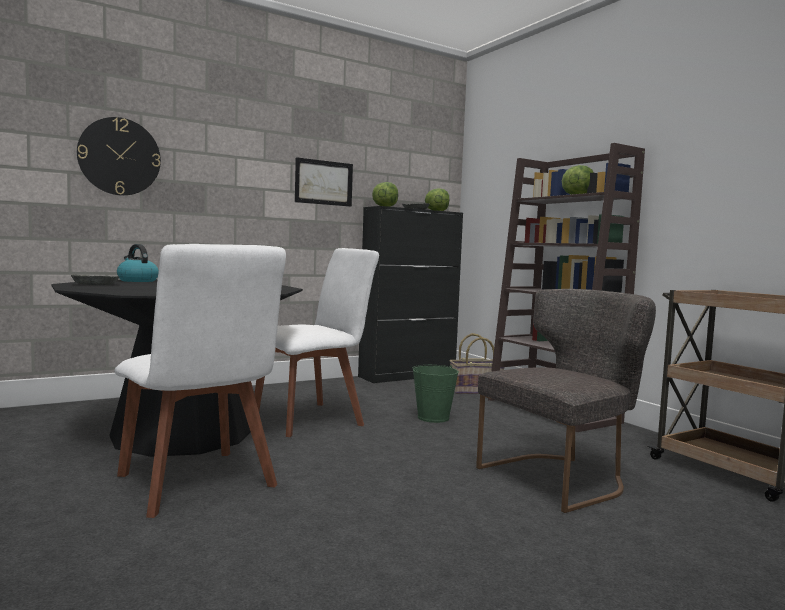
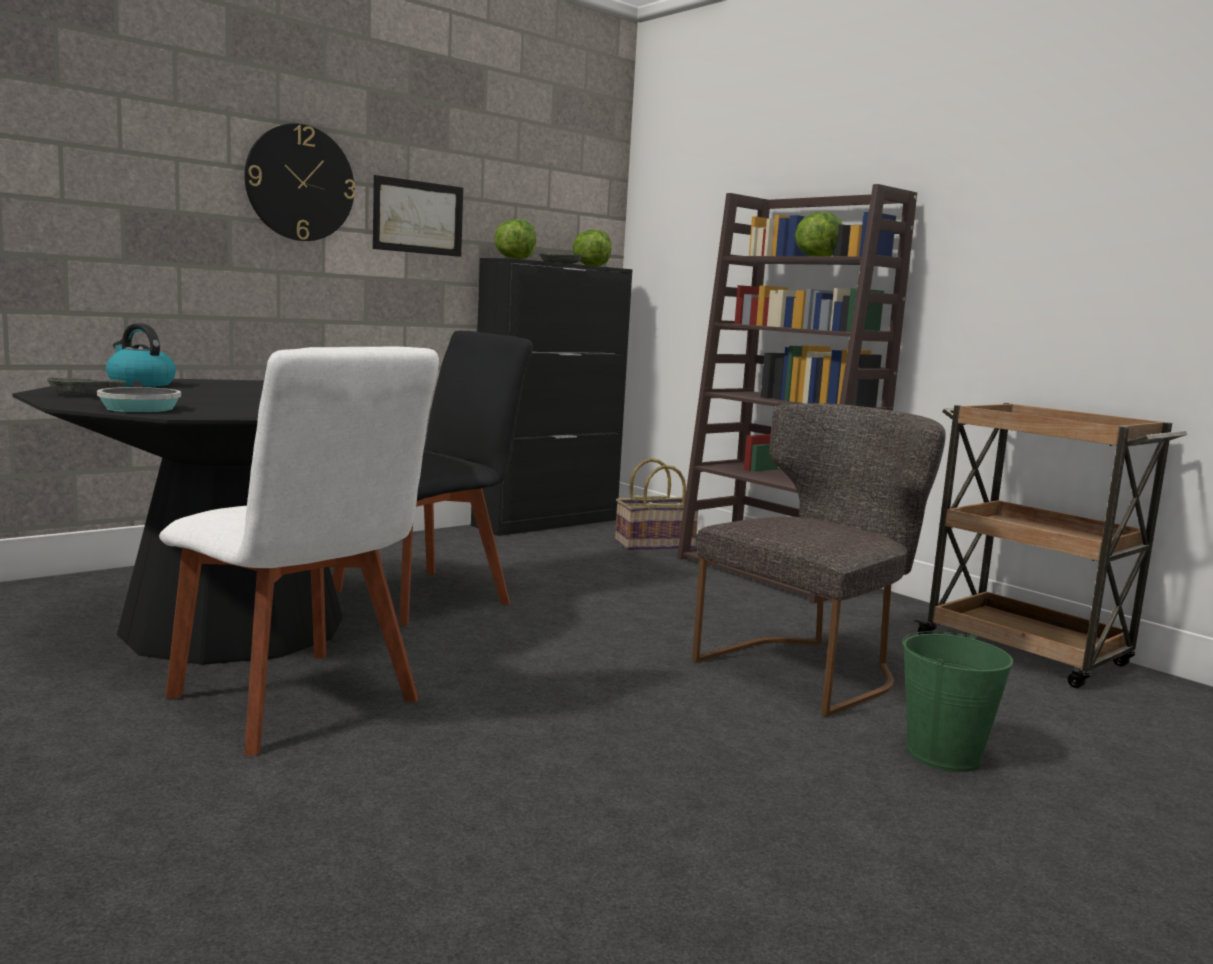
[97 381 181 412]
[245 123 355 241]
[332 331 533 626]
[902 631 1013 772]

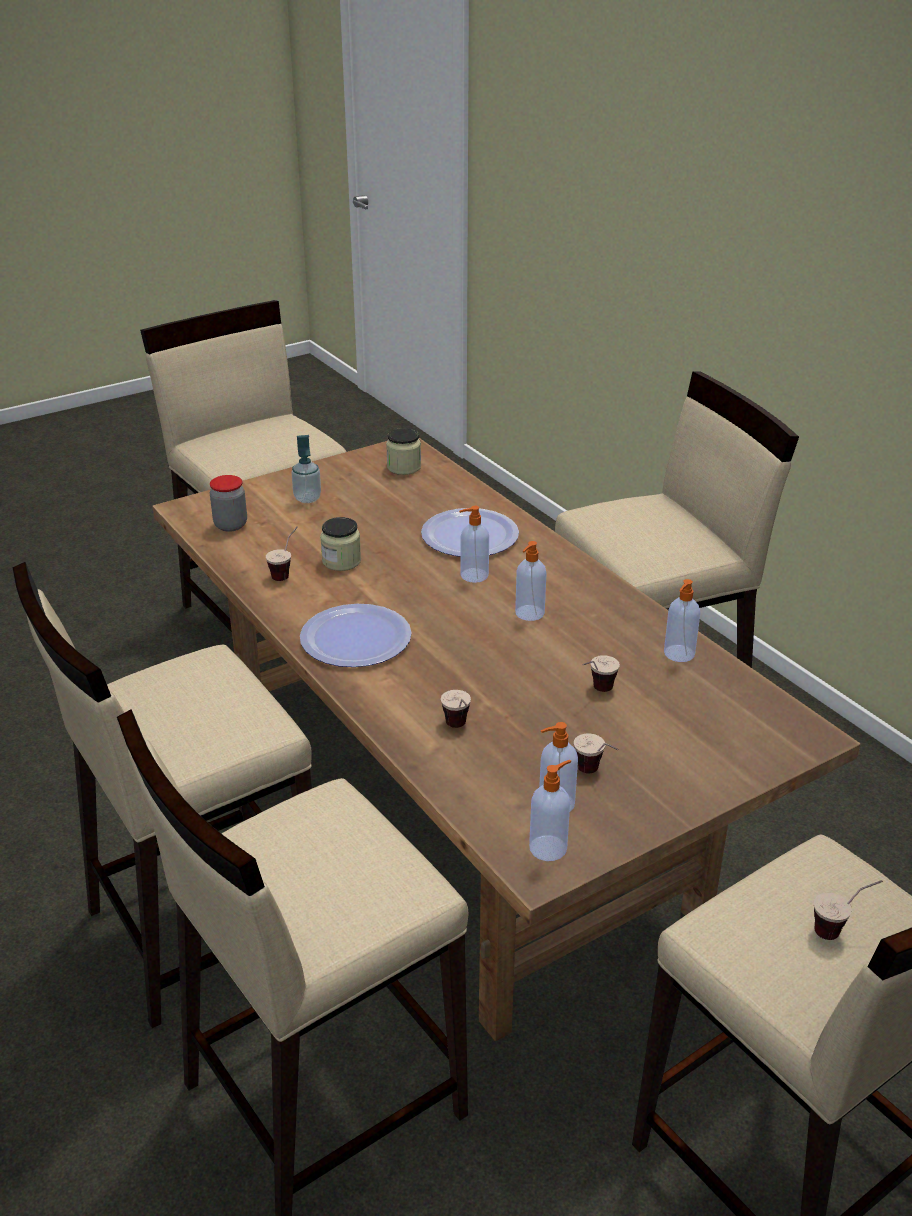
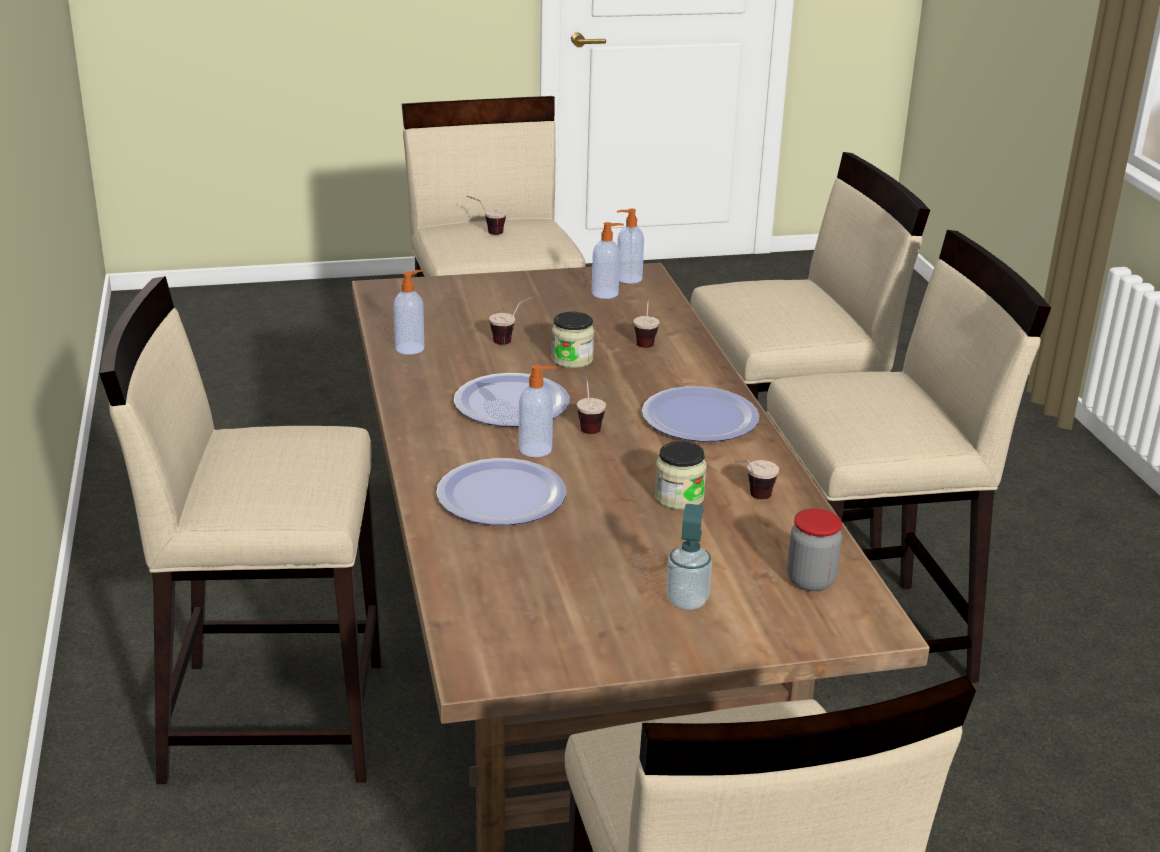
[454 373 570 427]
[551 312 594 368]
[577 369 606 434]

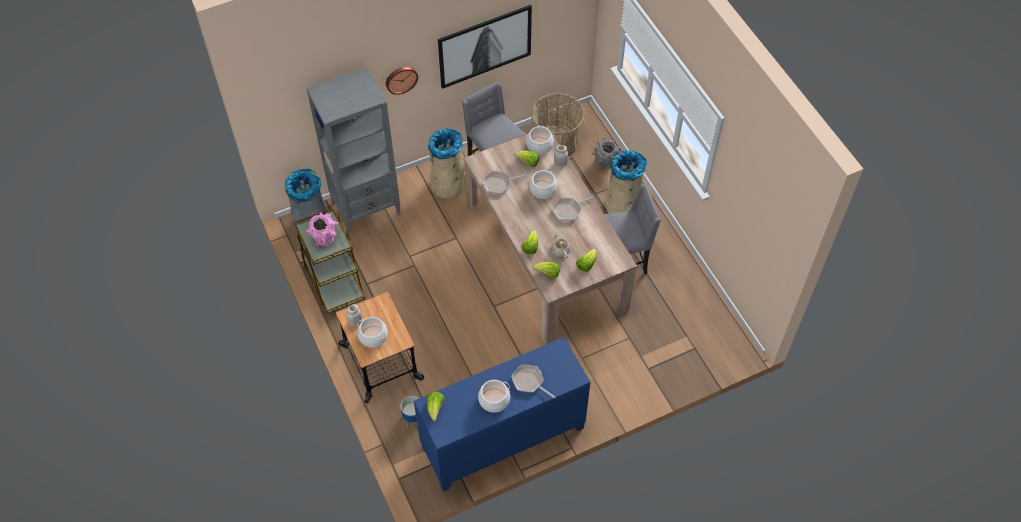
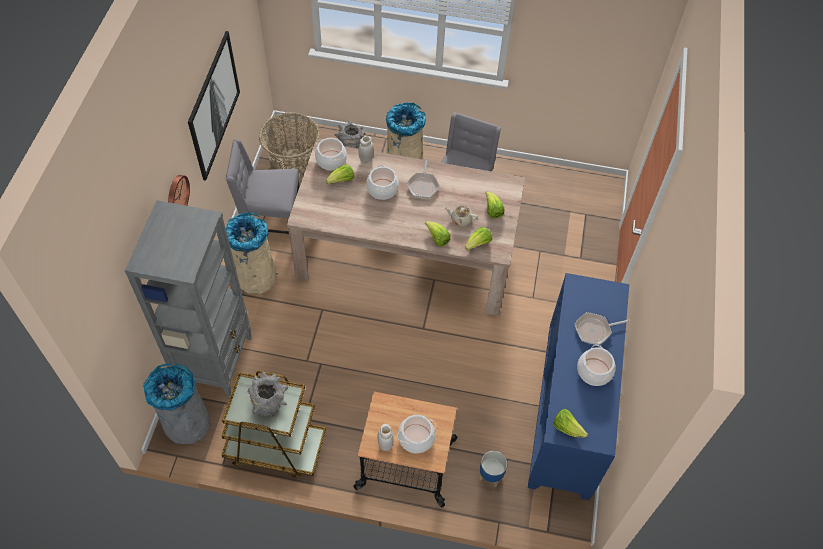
[247 372 288 417]
[483 171 526 194] (first image)

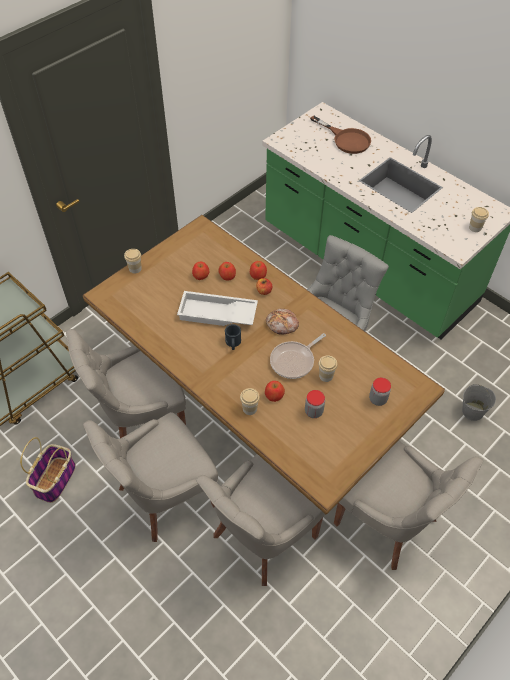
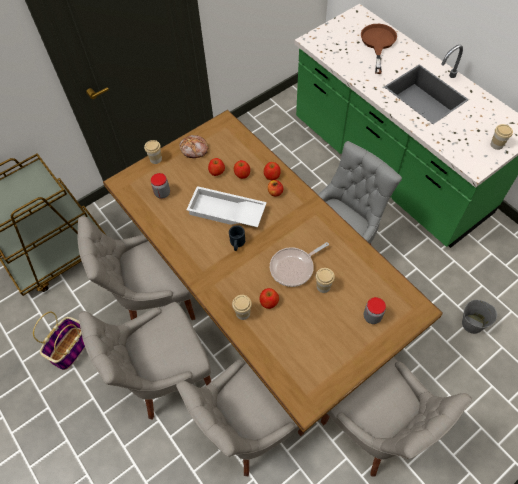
[151 173 170 199]
[179 135 208 158]
[361 24 397 74]

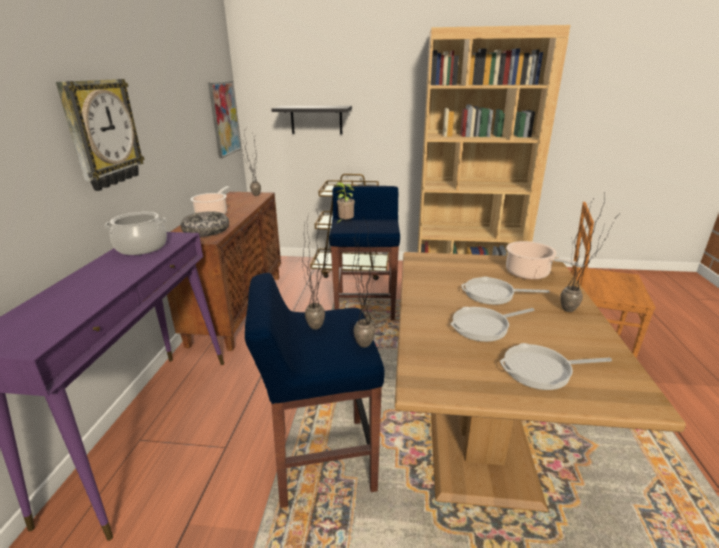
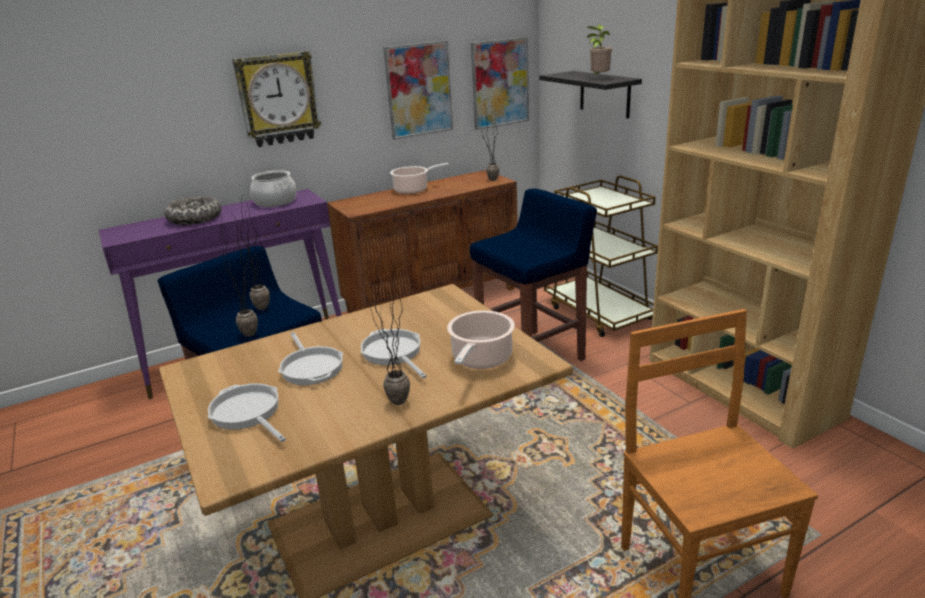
[164 196 221 225]
[278 332 343 385]
[383 41 453 140]
[587 25 612 74]

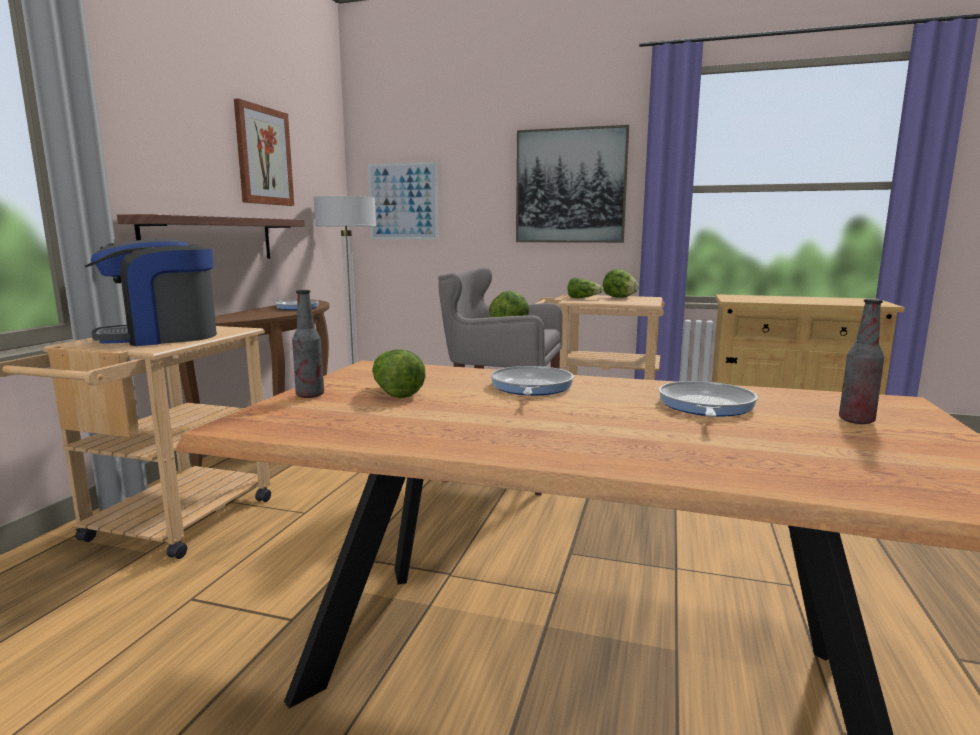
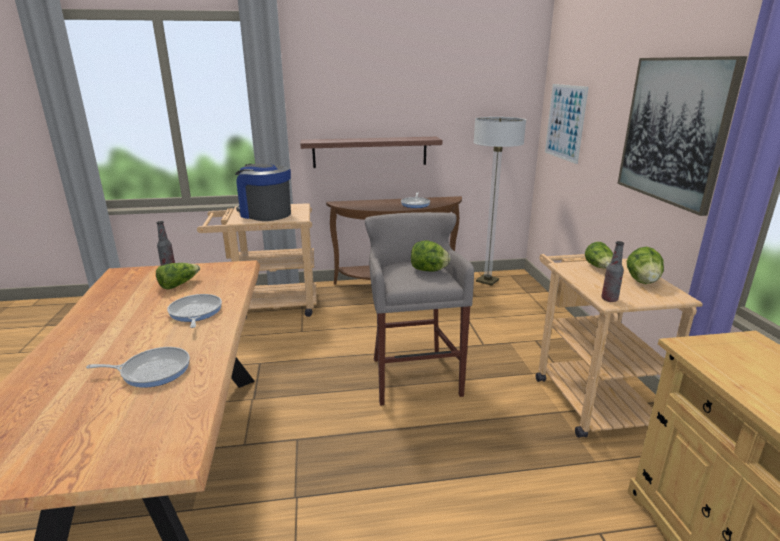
[167 294 222 328]
[601 241 624 302]
[234 99 294 206] (first image)

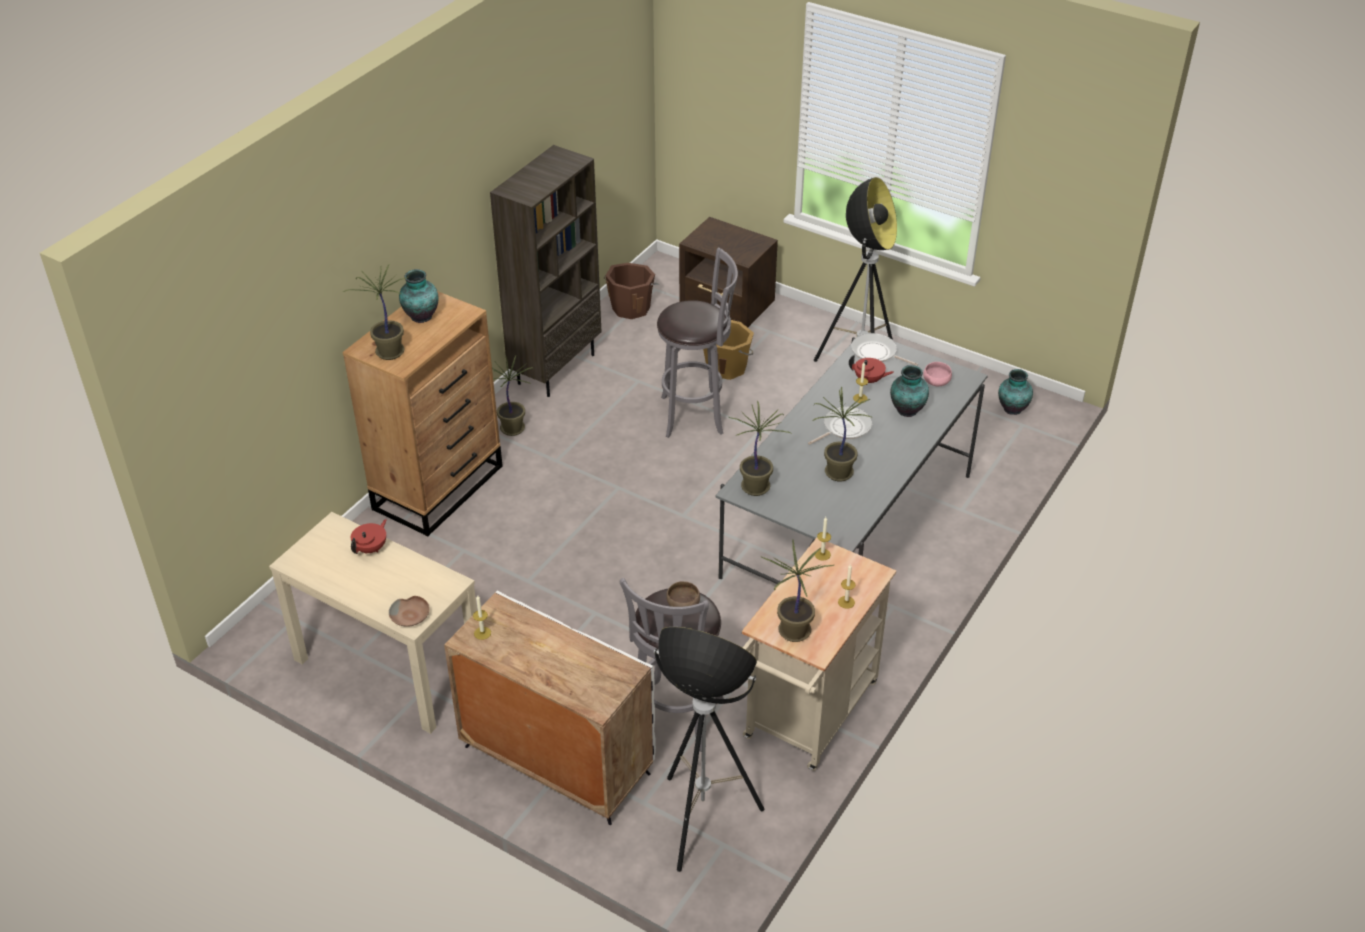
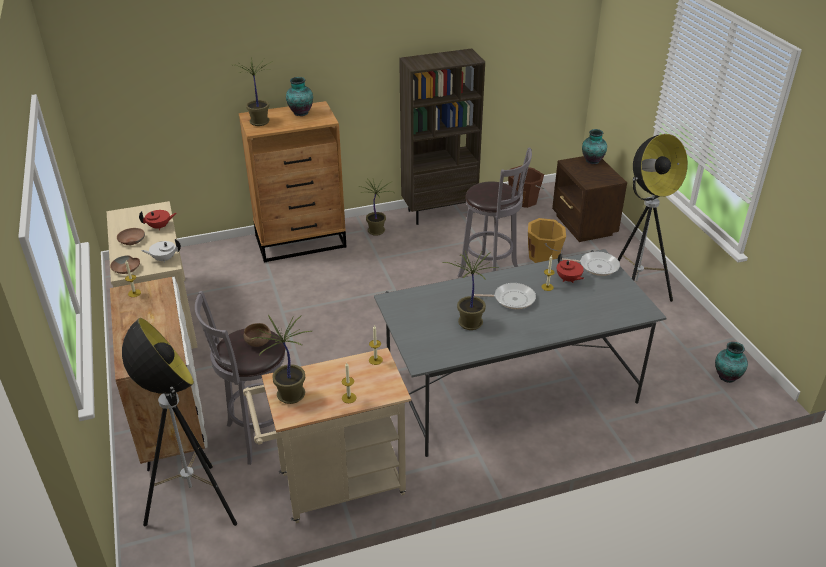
[117 228 145 245]
[141 239 181 263]
[562 251 620 276]
[582 129 607 164]
[729 401 791 496] (first image)
[923 362 952 386] (first image)

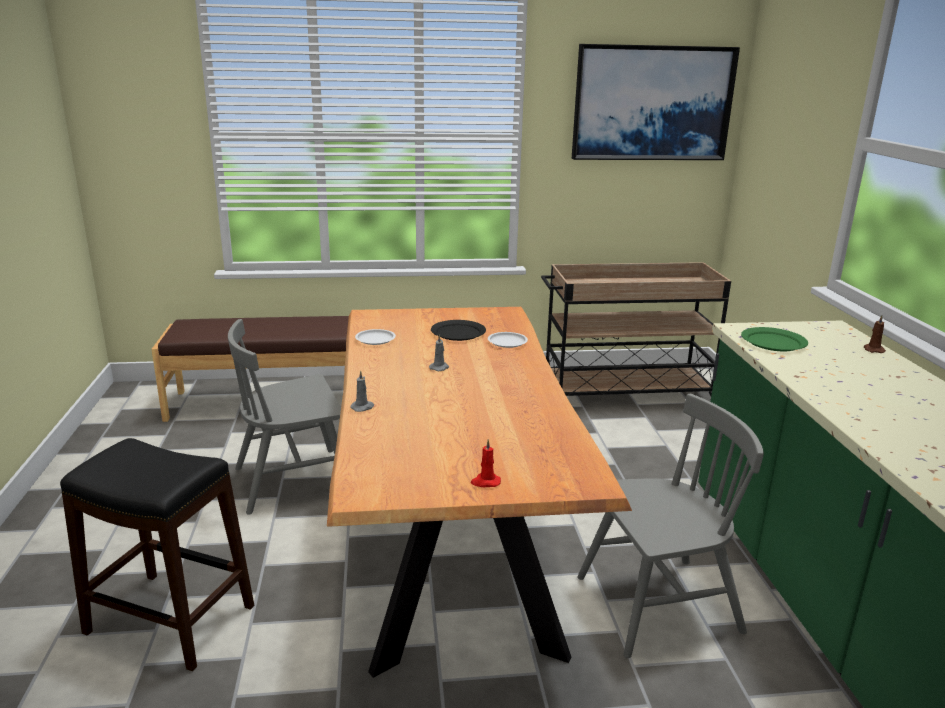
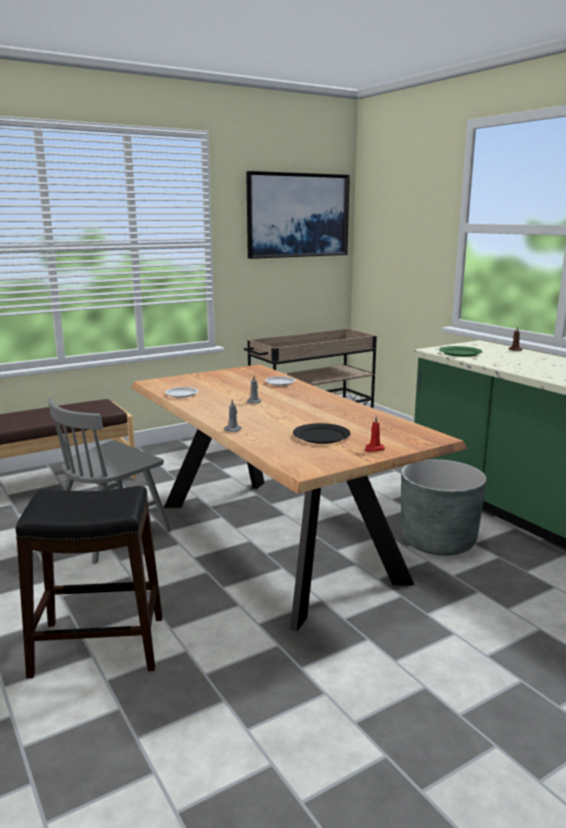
[293 423 351 444]
[401 459 487 556]

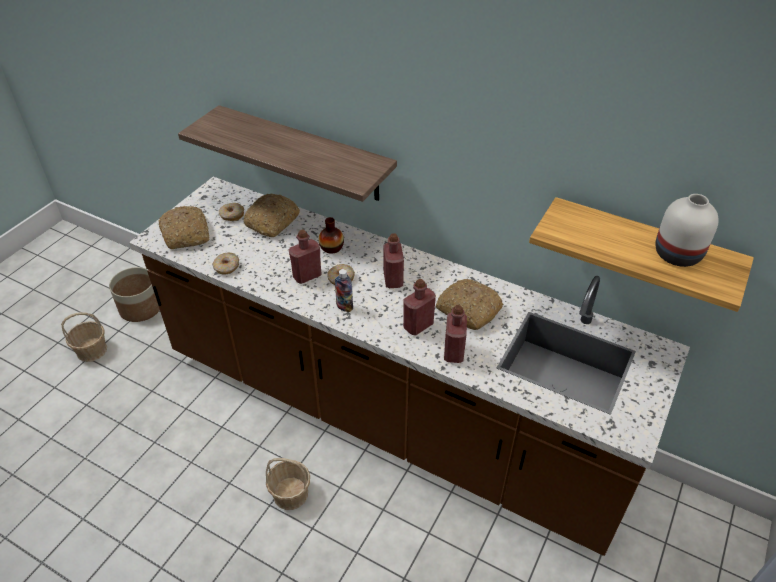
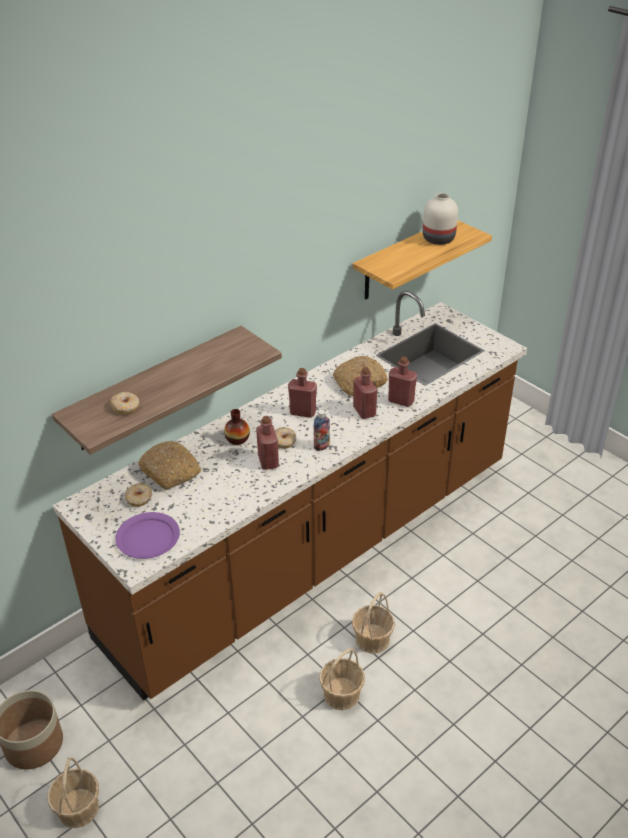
[110 392 139 415]
[115 512 180 559]
[319 648 365 710]

